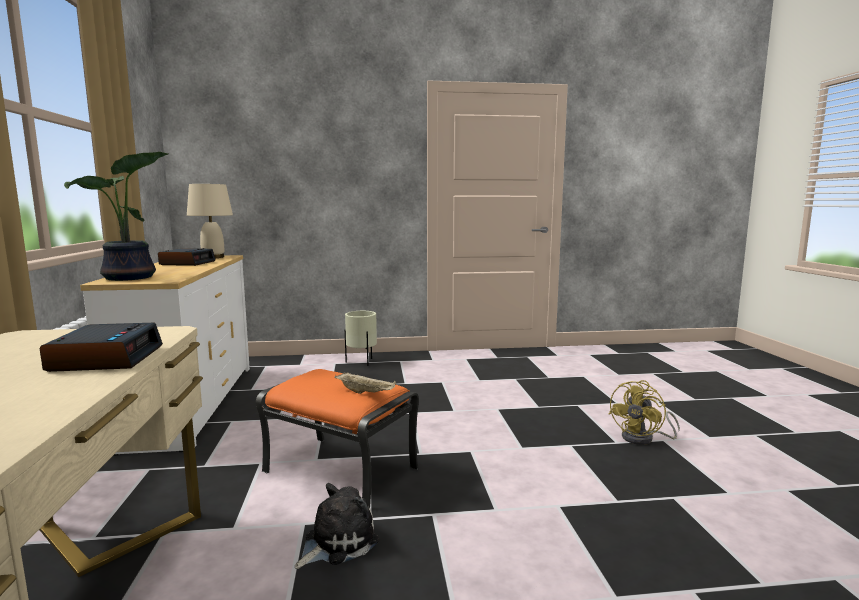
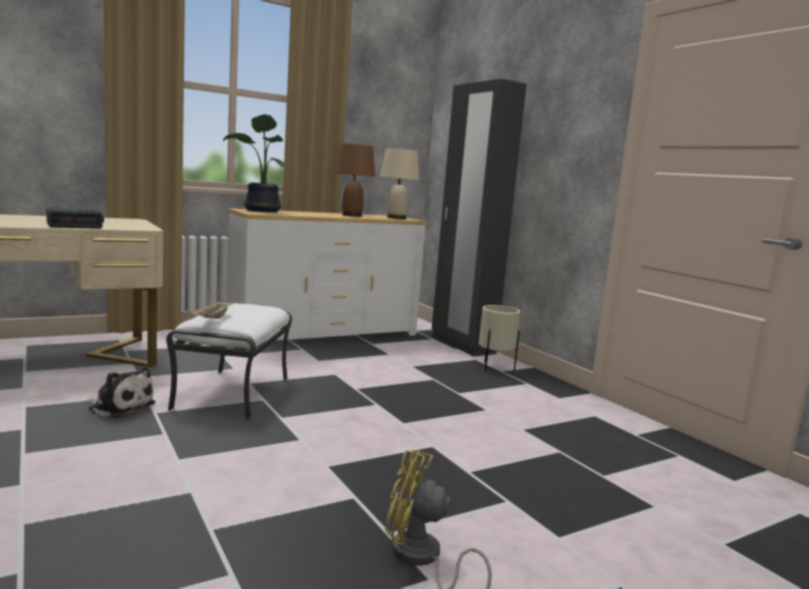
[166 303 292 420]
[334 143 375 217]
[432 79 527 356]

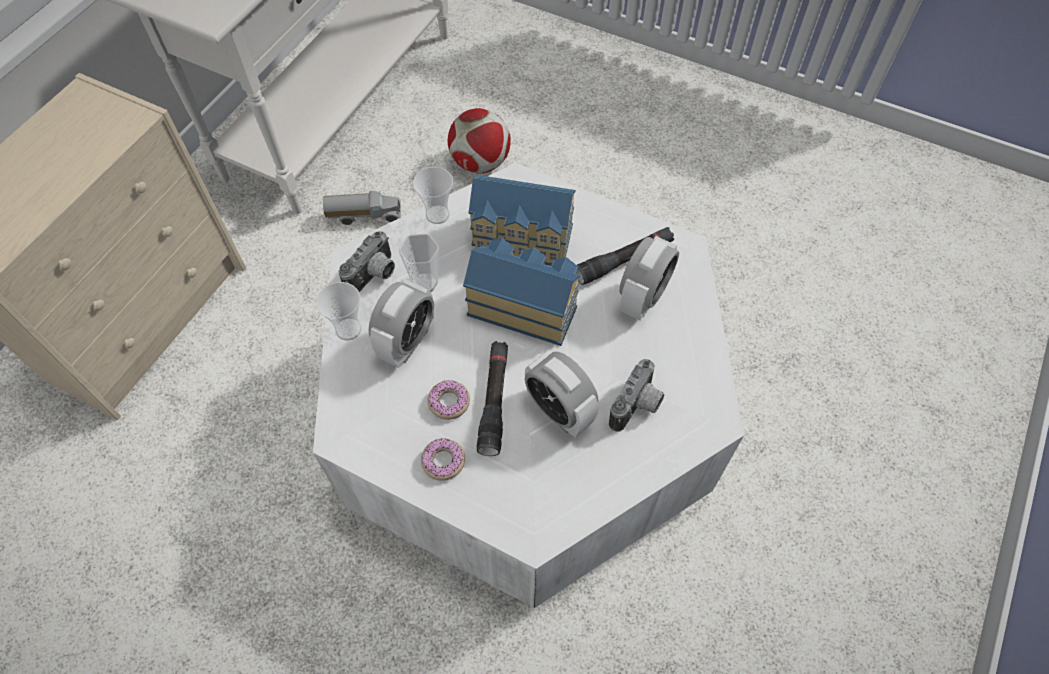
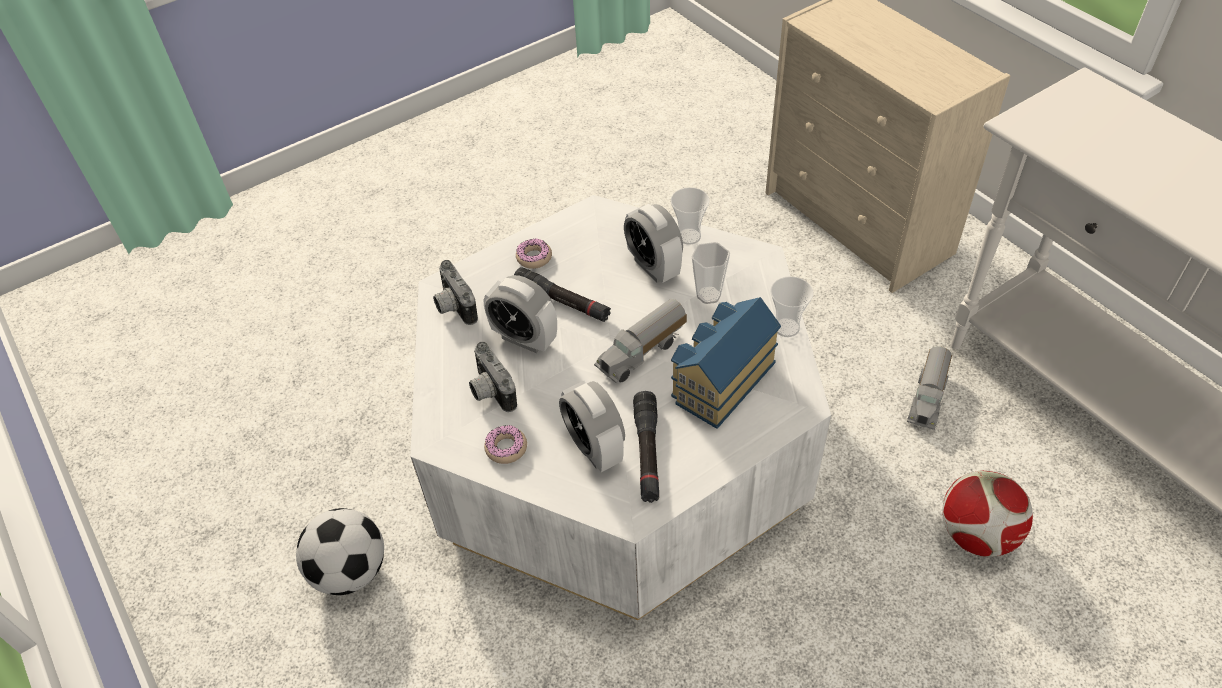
[296 508 384 595]
[433 260 478 325]
[484 275 557 353]
[484 425 527 464]
[594 299 687 383]

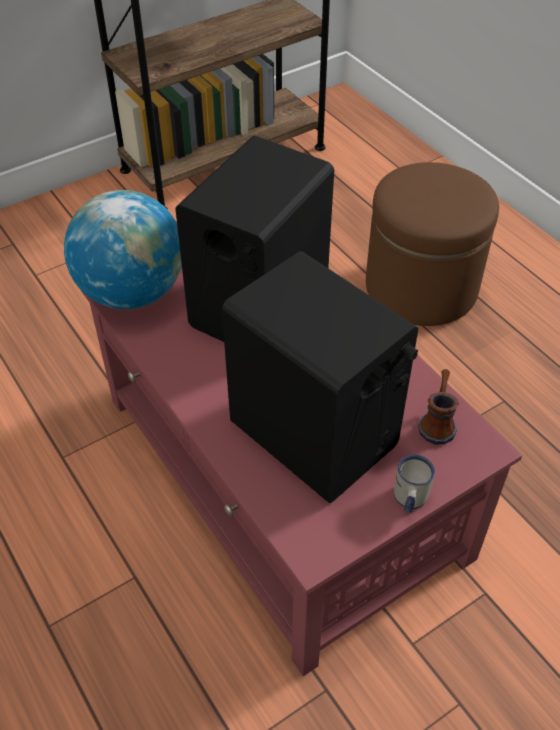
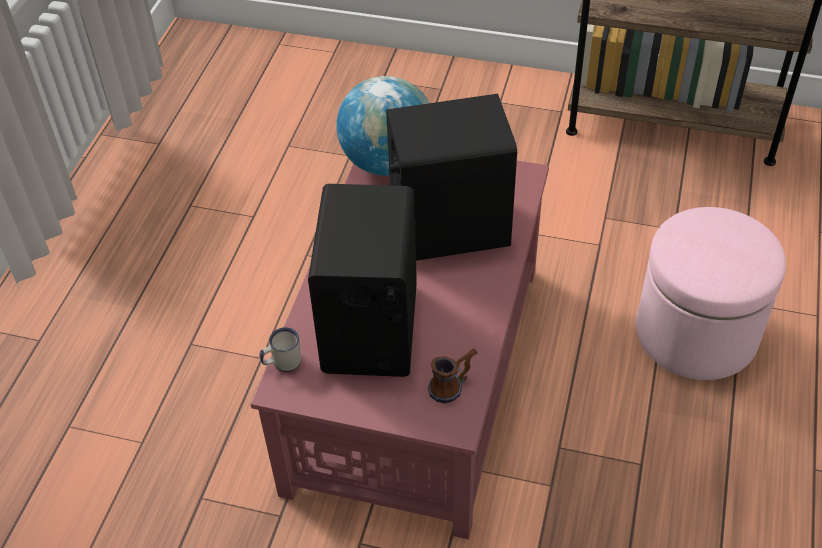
[259 327 301 372]
[636 207 786 380]

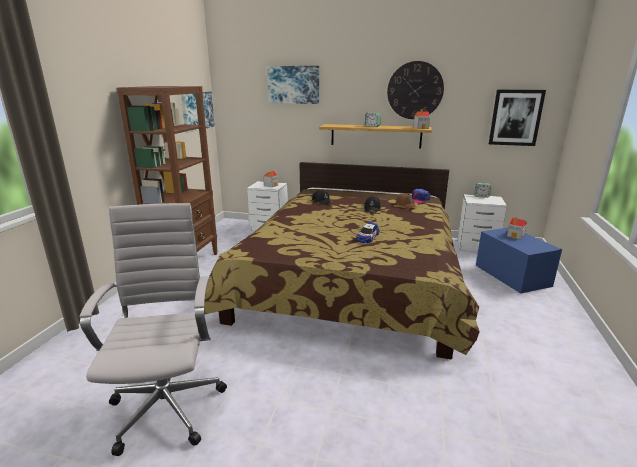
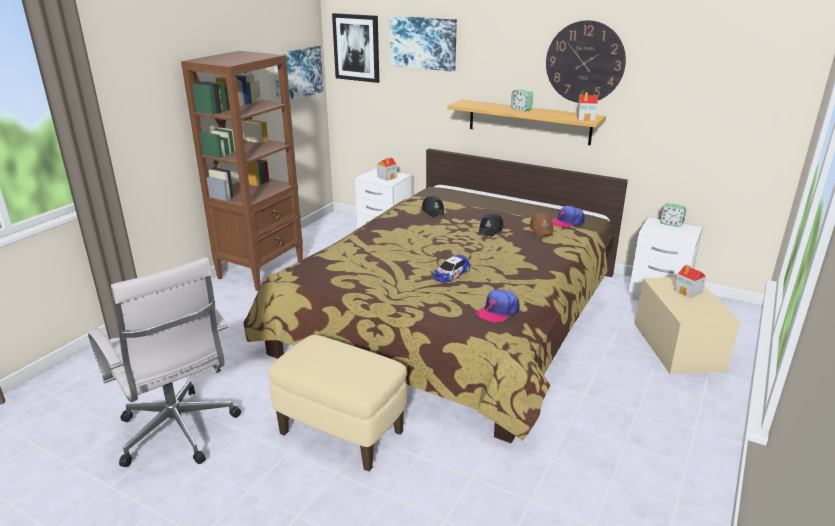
[88 257 241 467]
[268 335 407 472]
[332 13 379 83]
[476 289 520 323]
[635 277 741 374]

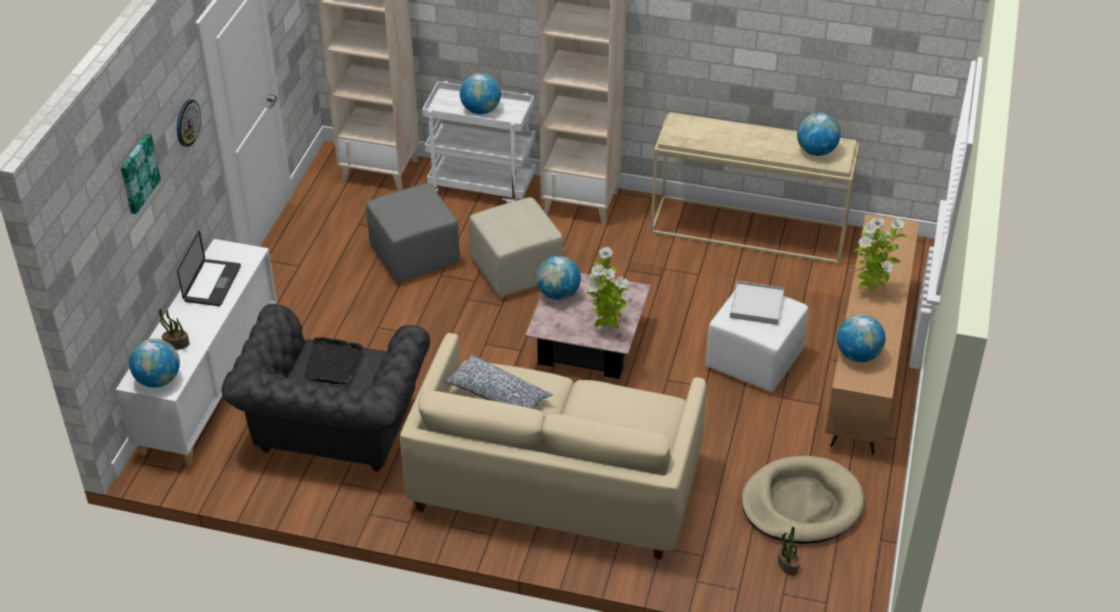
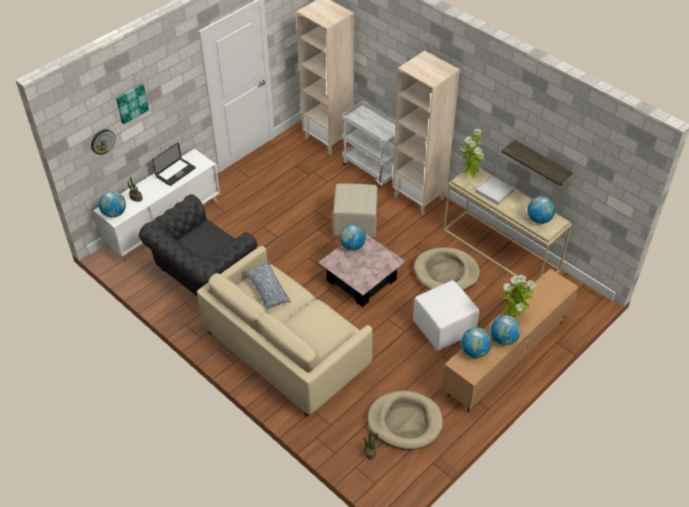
[91 129 116 155]
[414 247 480 291]
[460 129 484 178]
[475 175 515 205]
[490 315 521 345]
[501 140 572 185]
[304 337 364 384] (first image)
[366 183 460 283] (first image)

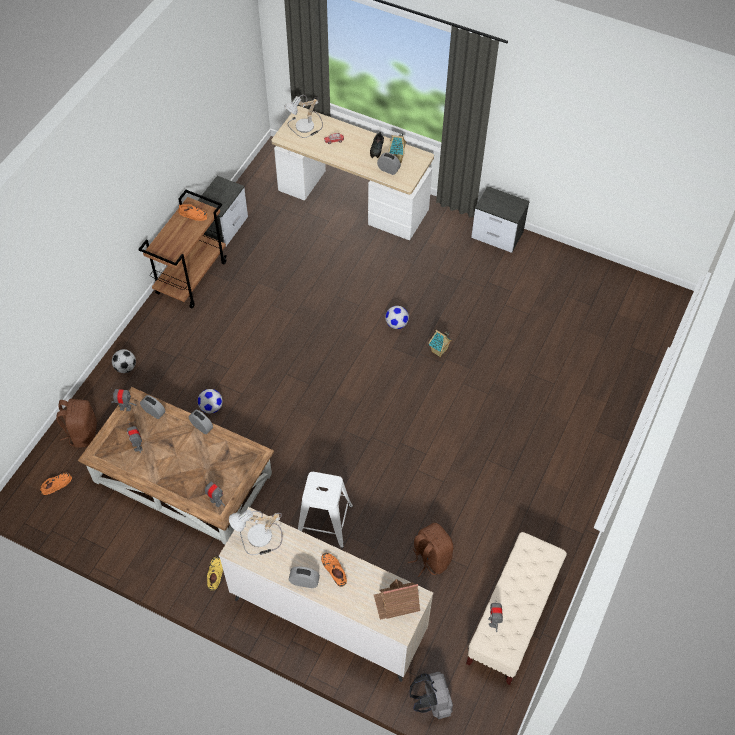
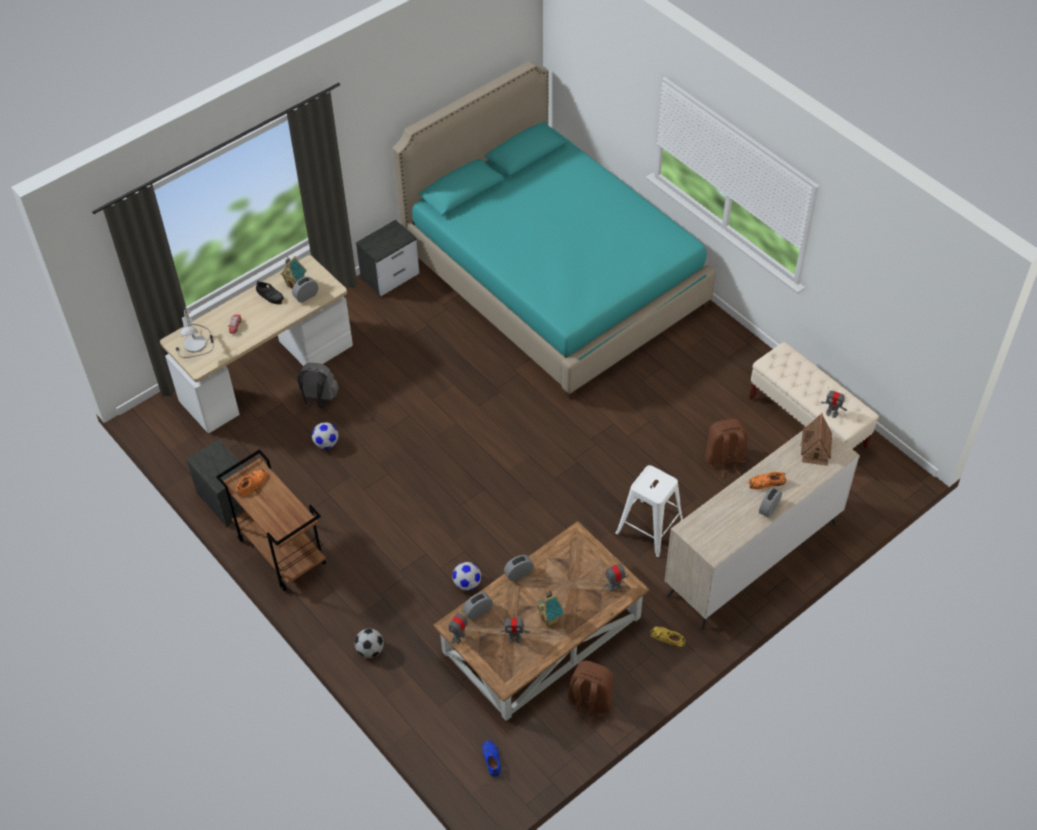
[298 363 338 408]
[312 422 339 449]
[392 61 716 399]
[482 740 501 778]
[536 590 565 627]
[568 661 614 726]
[229 510 283 555] (first image)

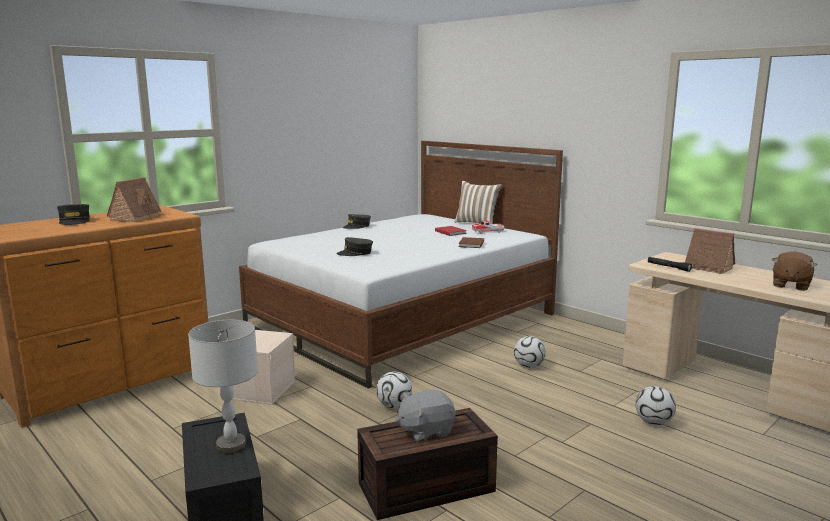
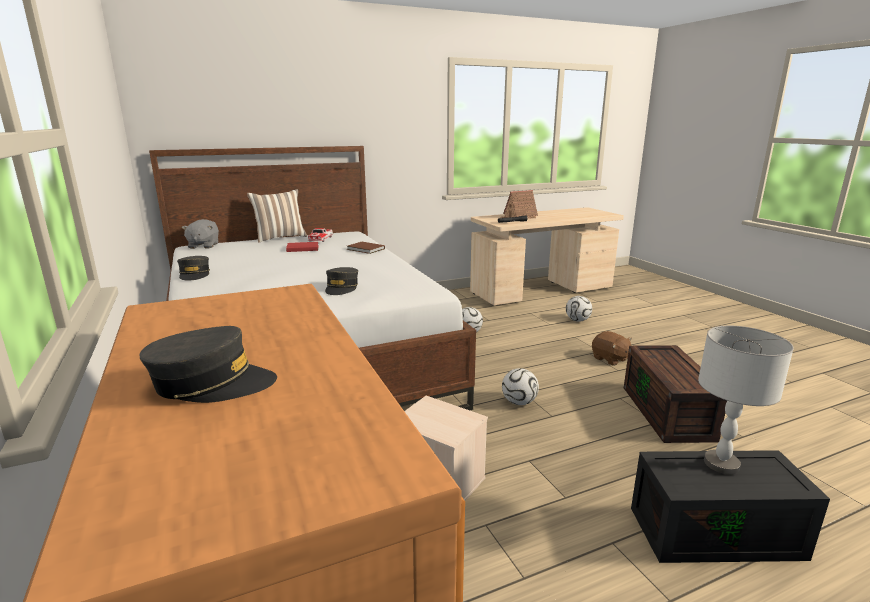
[182 219 219 249]
[592 331 632 366]
[107 177 165 222] (first image)

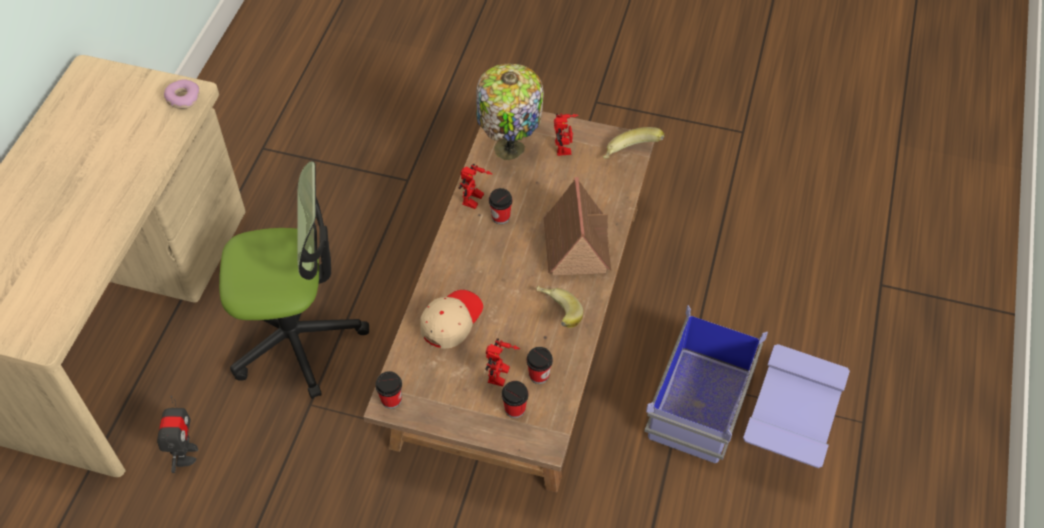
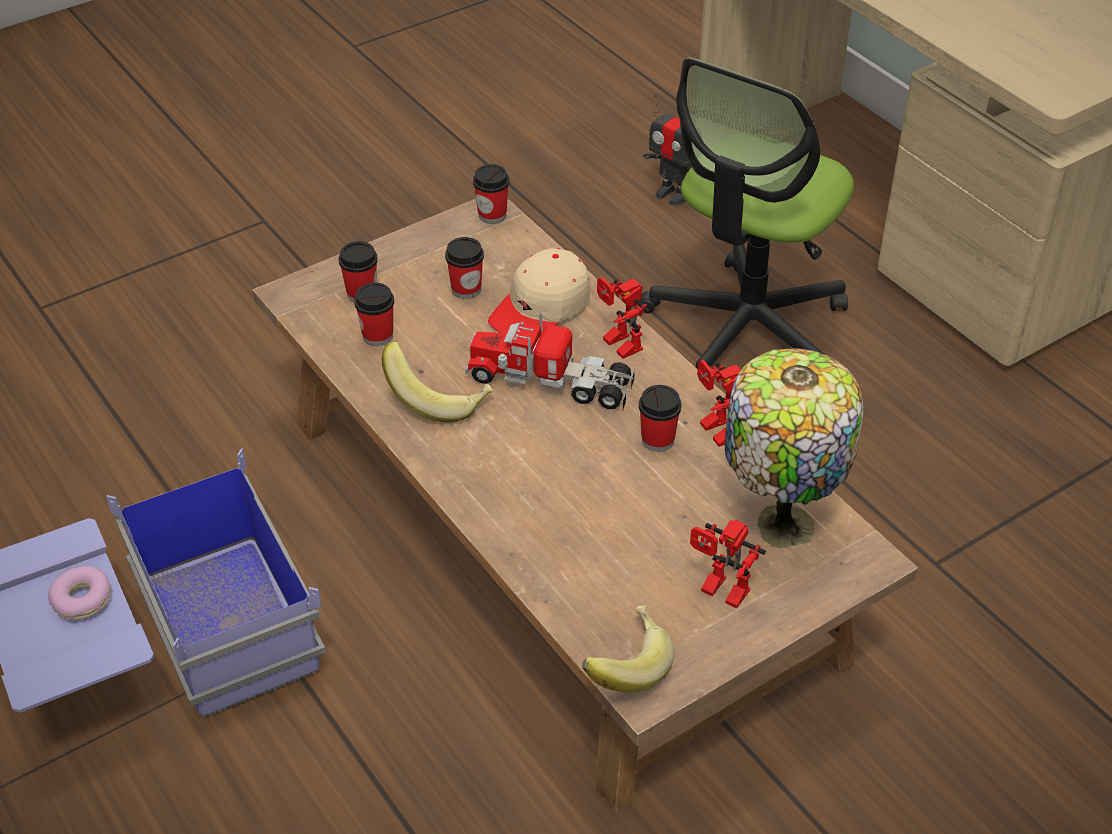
[48 566 111 620]
[445 237 484 299]
[465 313 635 409]
[488 248 590 334]
[597 277 650 359]
[544 177 611 276] (first image)

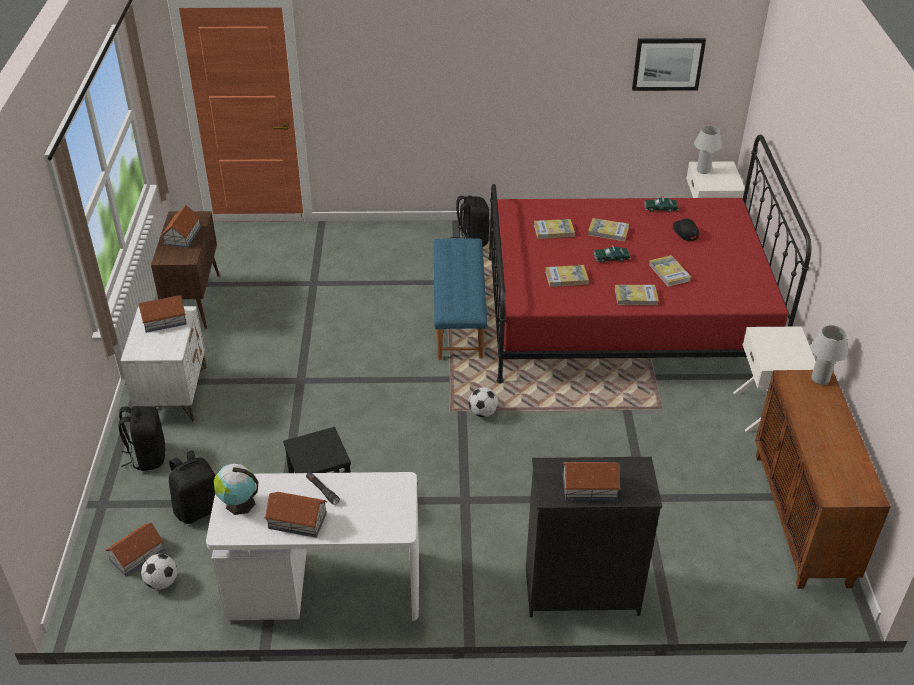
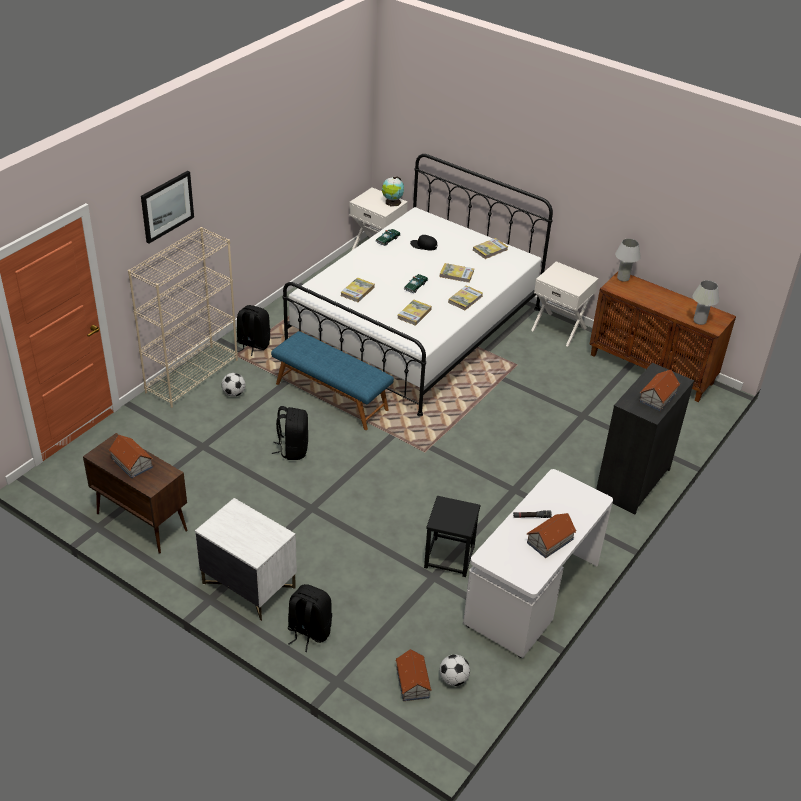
[128 227 238 408]
[141 171 194 243]
[221 373 246 397]
[272 406 308 460]
[283 154 553 417]
[382 176 404 207]
[473 238 508 259]
[693 280 719 325]
[139 295 187 333] (first image)

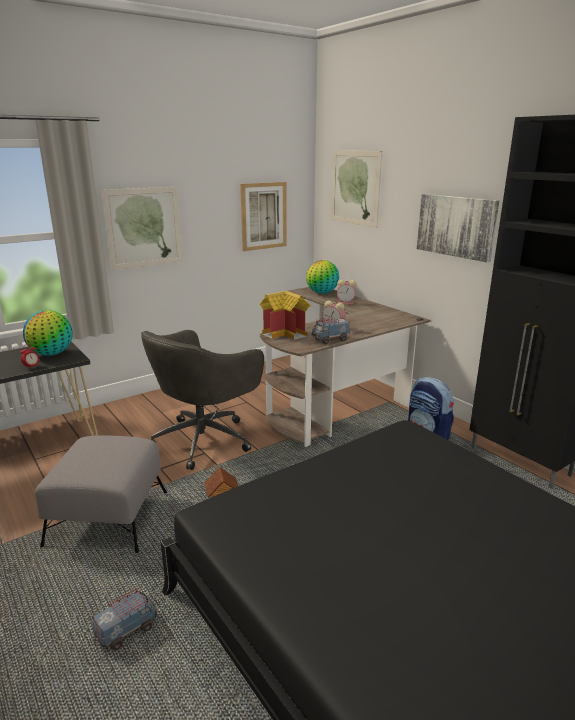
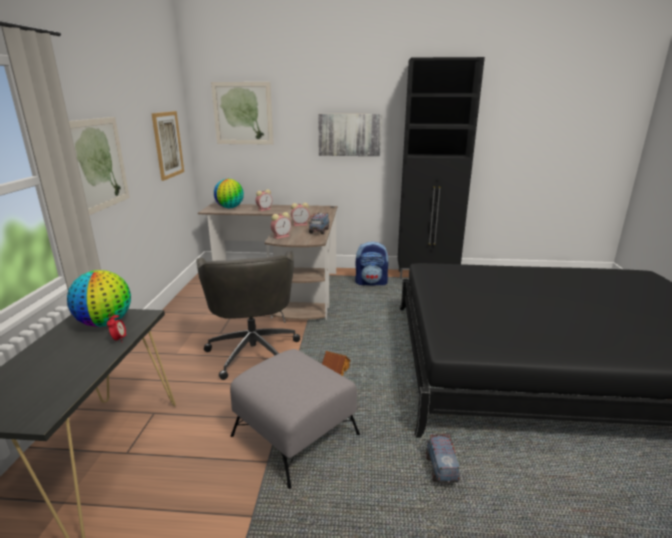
[271 212 291 239]

